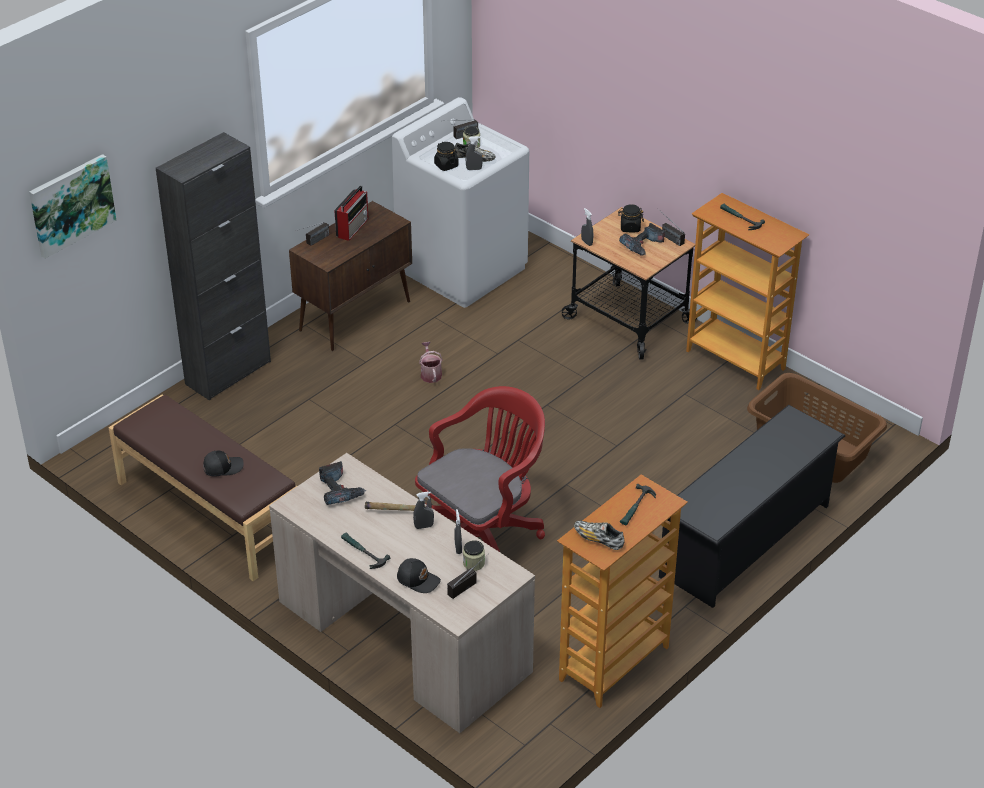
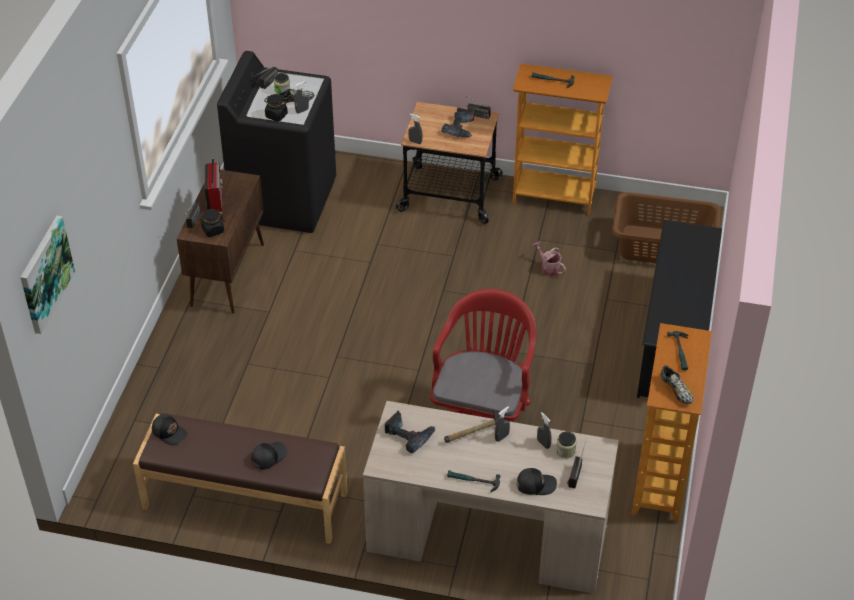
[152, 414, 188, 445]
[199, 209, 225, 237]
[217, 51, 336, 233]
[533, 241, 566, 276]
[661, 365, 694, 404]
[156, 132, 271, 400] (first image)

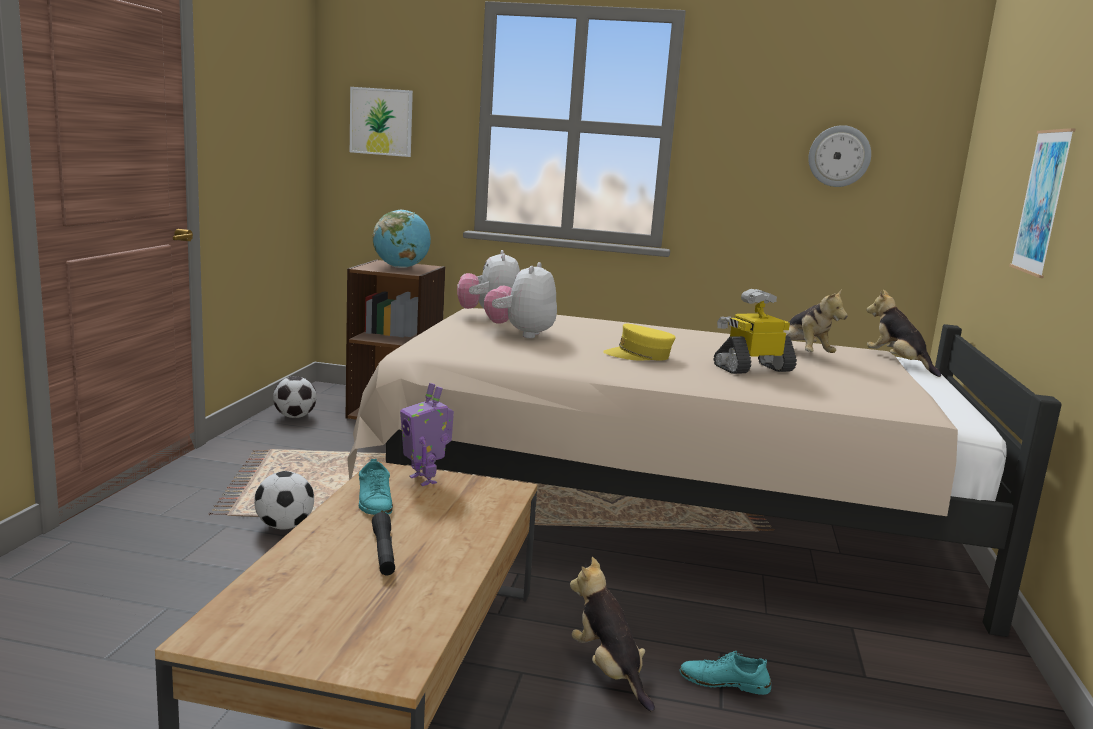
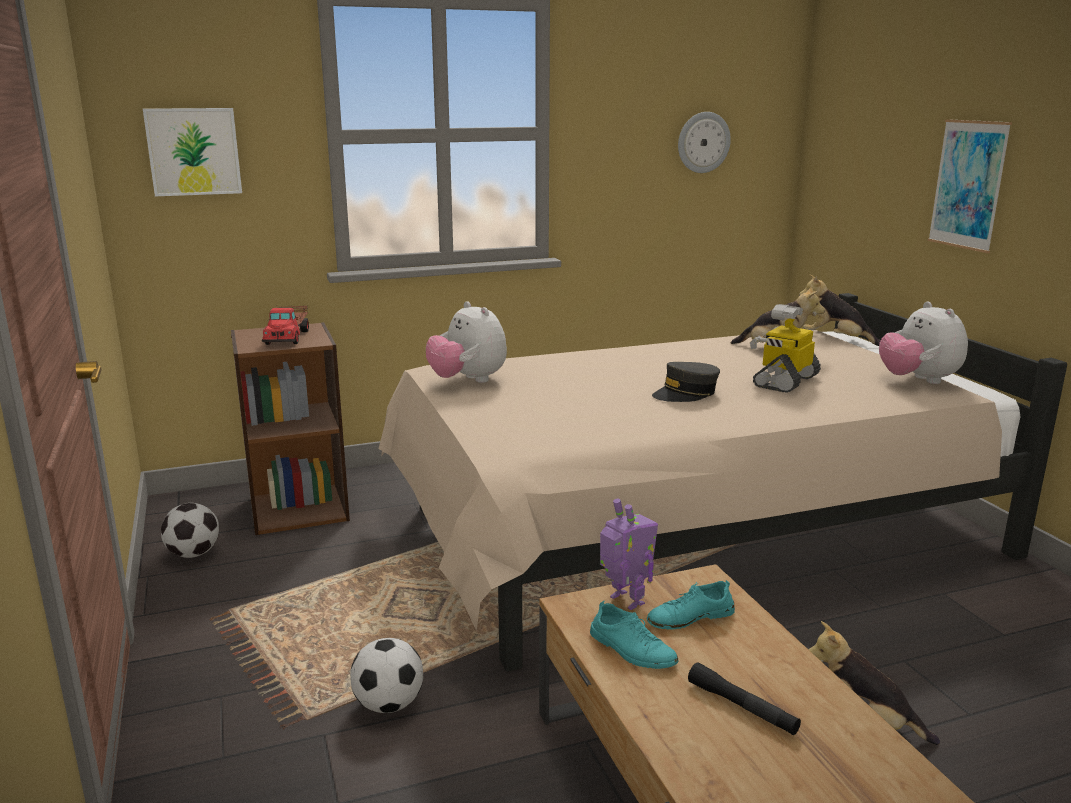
[262, 305, 309, 345]
[600, 498, 658, 610]
[647, 580, 735, 630]
[652, 362, 720, 402]
[879, 302, 968, 384]

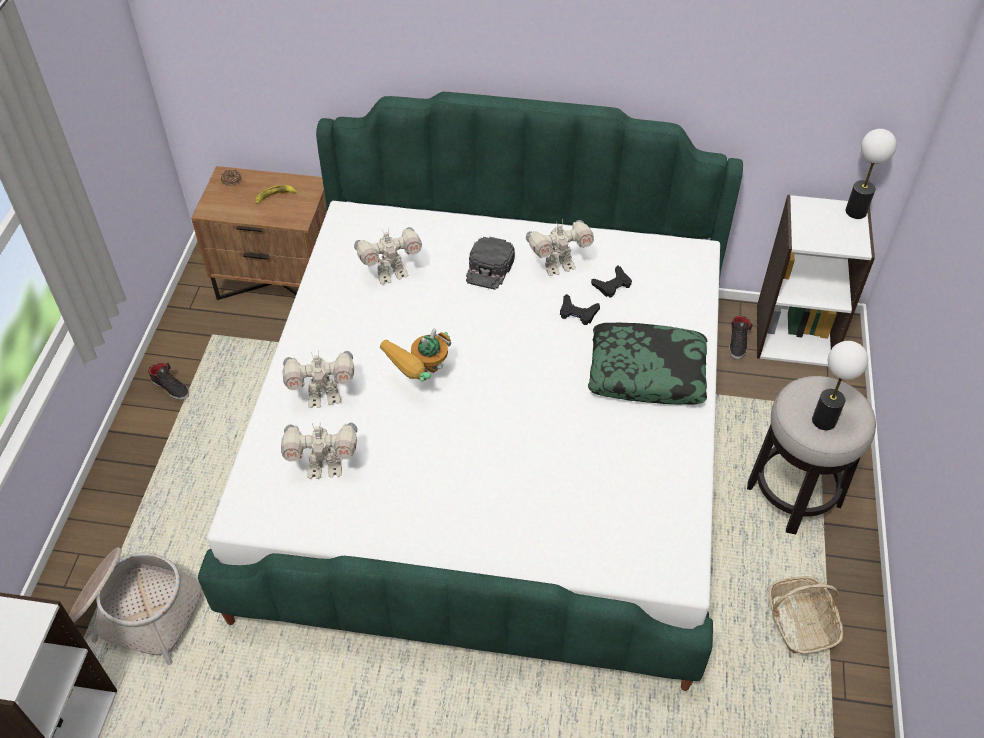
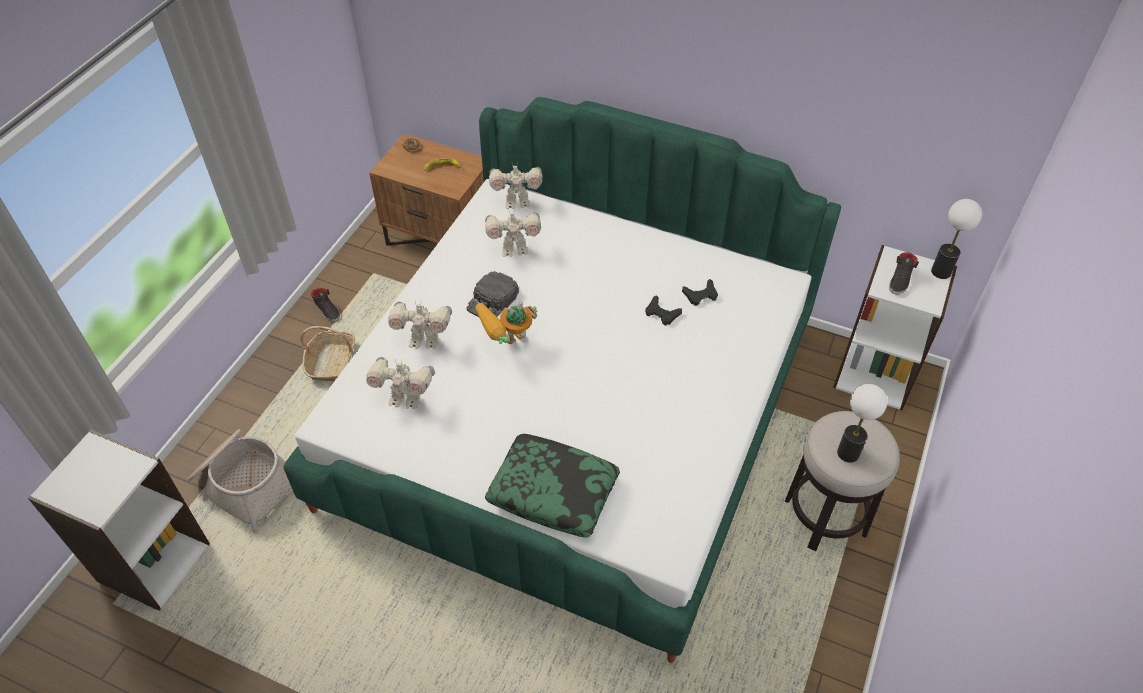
[300, 326, 355, 381]
[466, 271, 519, 317]
[485, 434, 620, 538]
[489, 164, 543, 209]
[889, 252, 919, 295]

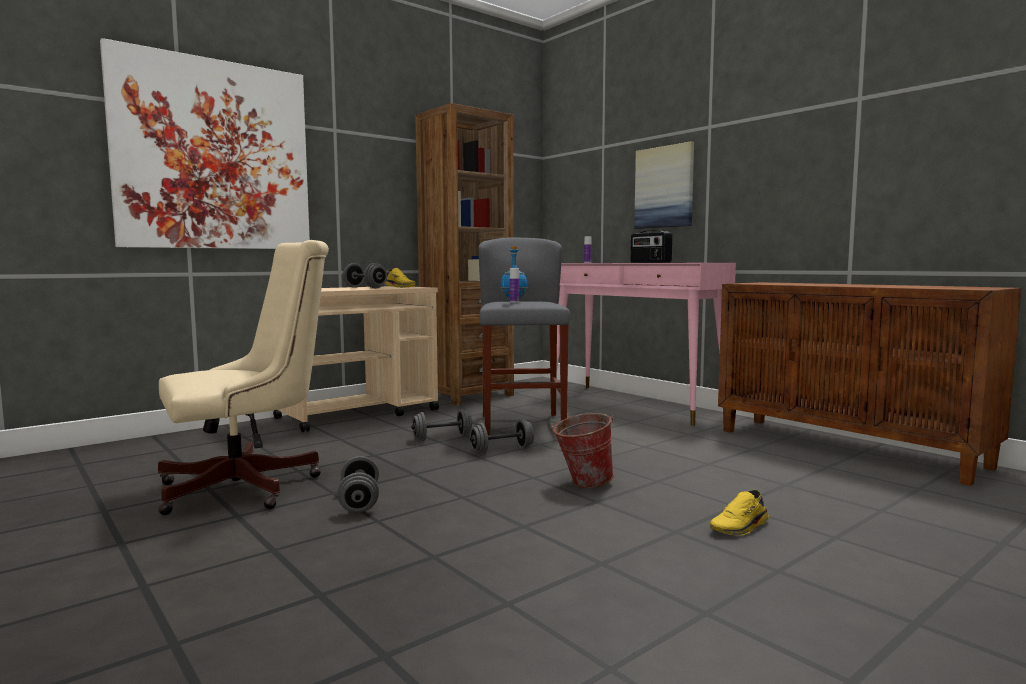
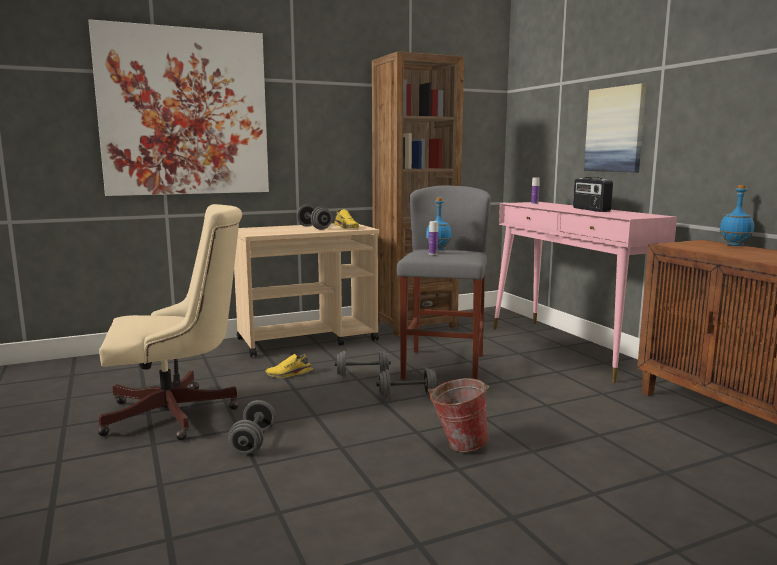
[265, 354, 313, 378]
[719, 185, 754, 246]

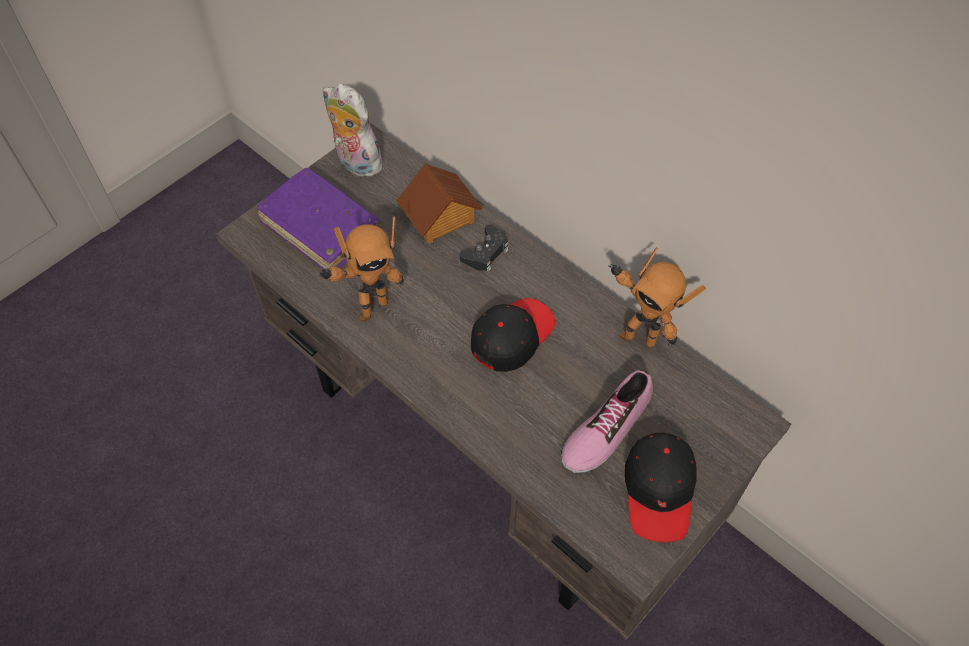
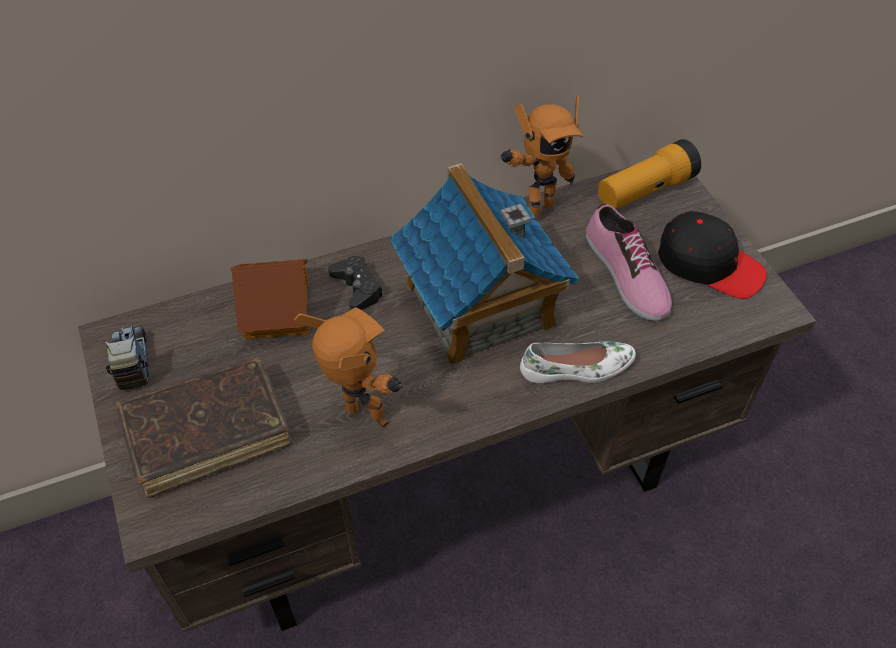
[105, 325, 149, 390]
[116, 357, 291, 498]
[294, 307, 405, 428]
[390, 163, 579, 366]
[520, 341, 636, 383]
[598, 139, 701, 209]

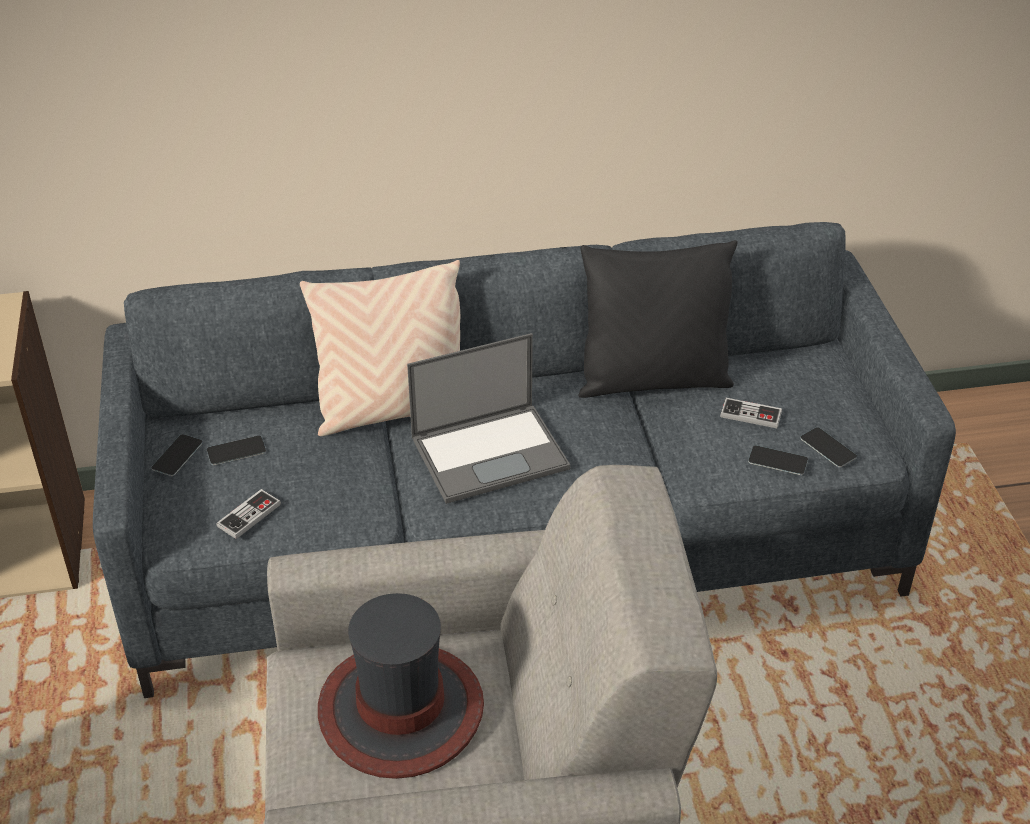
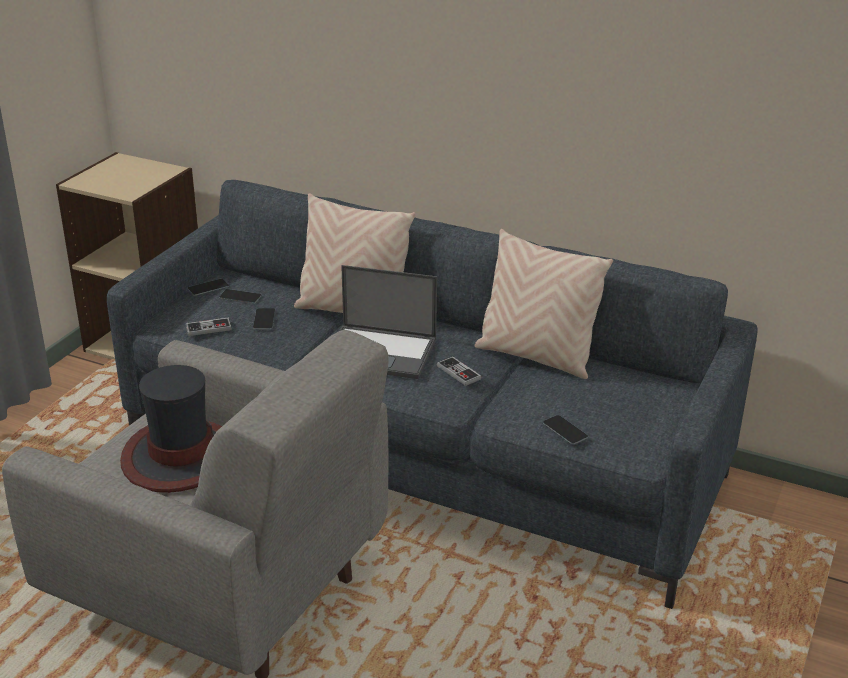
[253, 308, 275, 330]
[437, 356, 481, 386]
[475, 229, 613, 379]

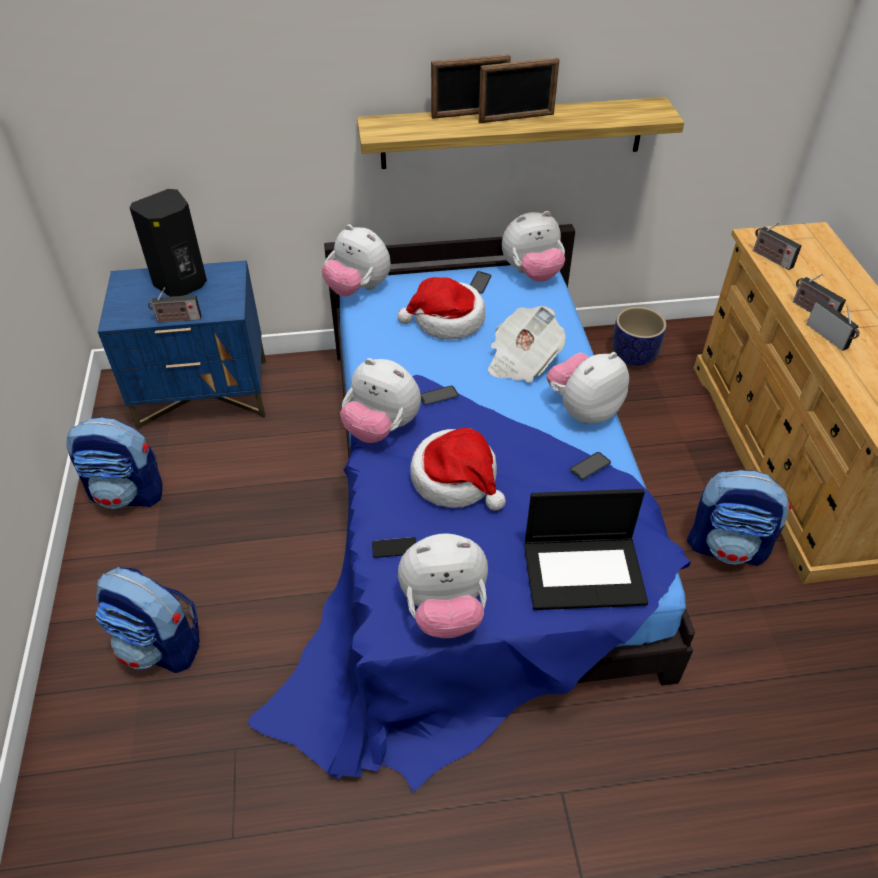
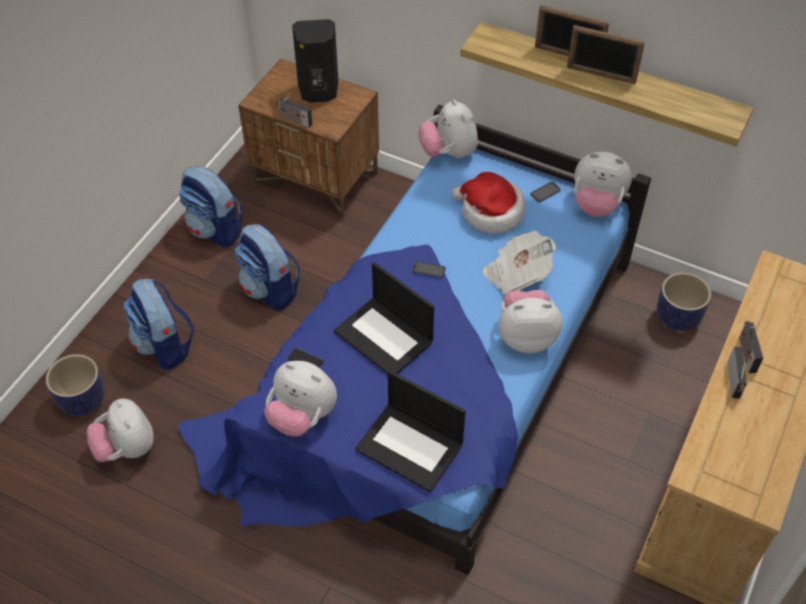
[45, 354, 105, 416]
[87, 398, 154, 462]
[235, 224, 300, 310]
[238, 58, 379, 220]
[334, 262, 434, 374]
[570, 452, 611, 480] (first image)
[753, 222, 802, 270] (first image)

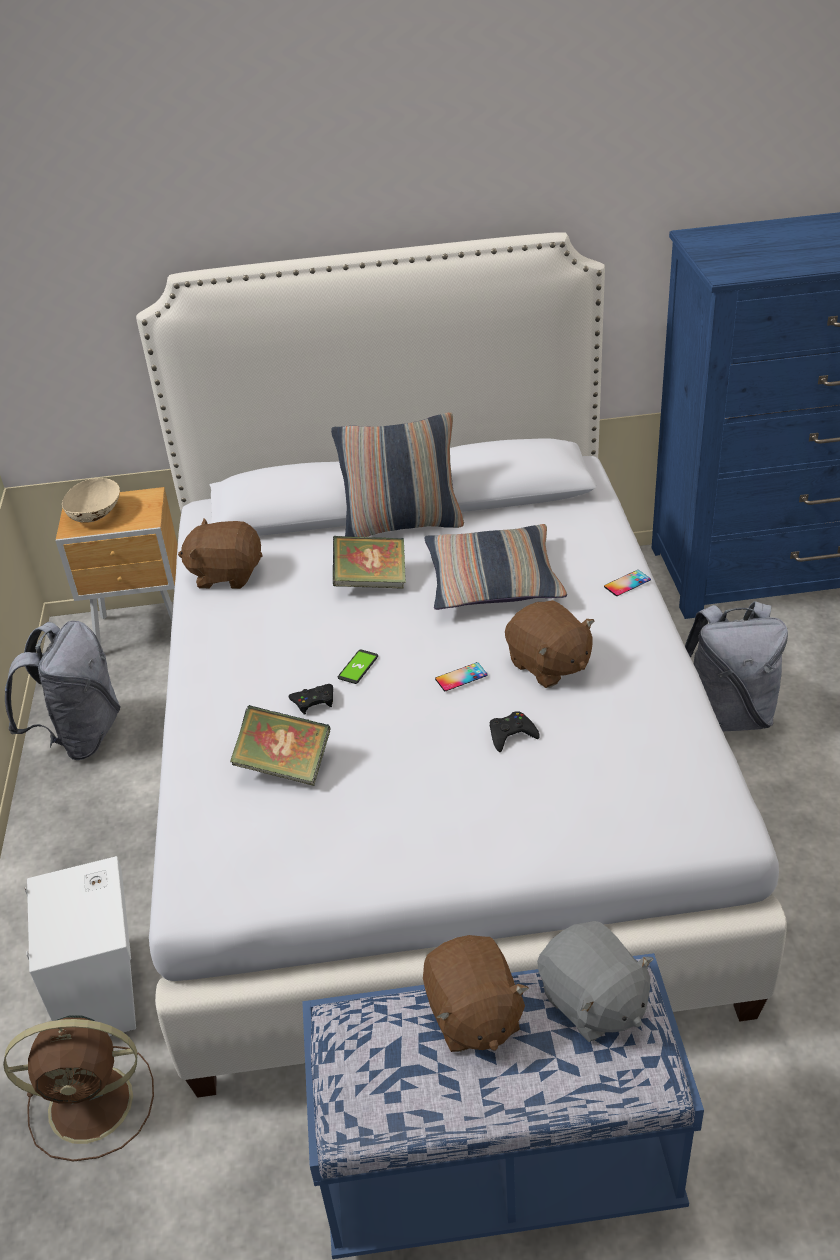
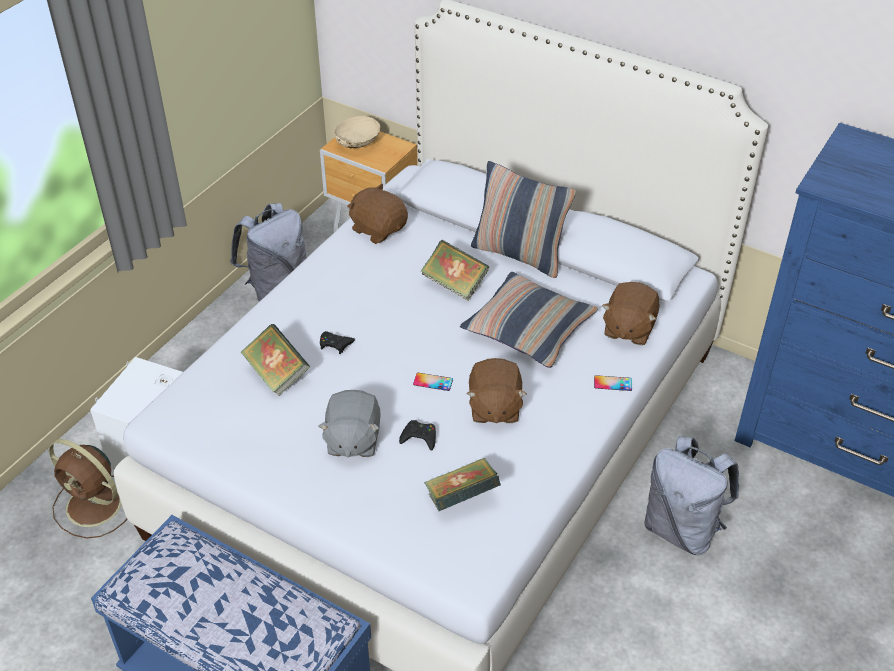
[318, 390, 380, 457]
[424, 458, 501, 511]
[602, 282, 660, 345]
[338, 649, 378, 684] (first image)

